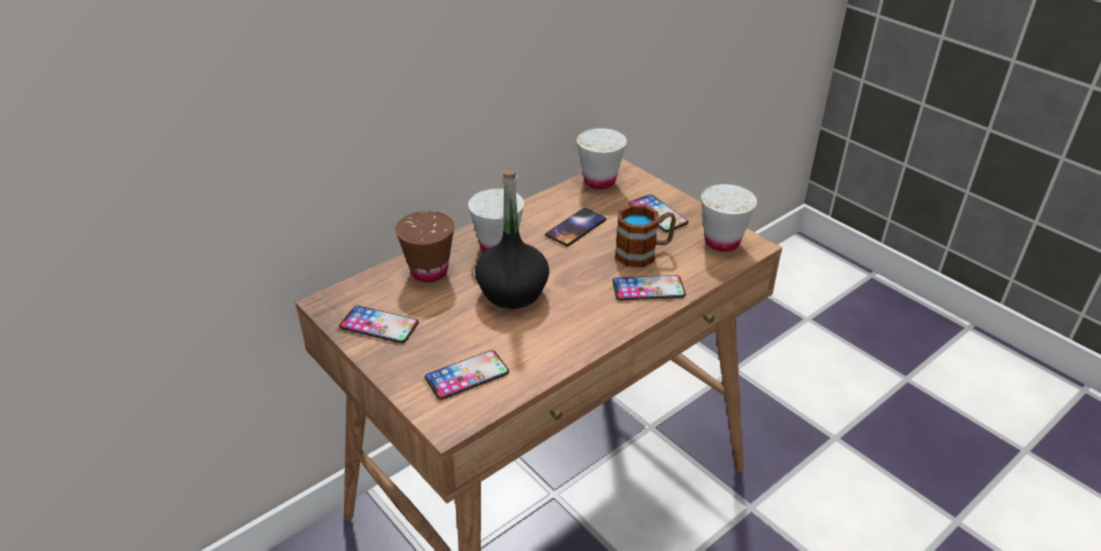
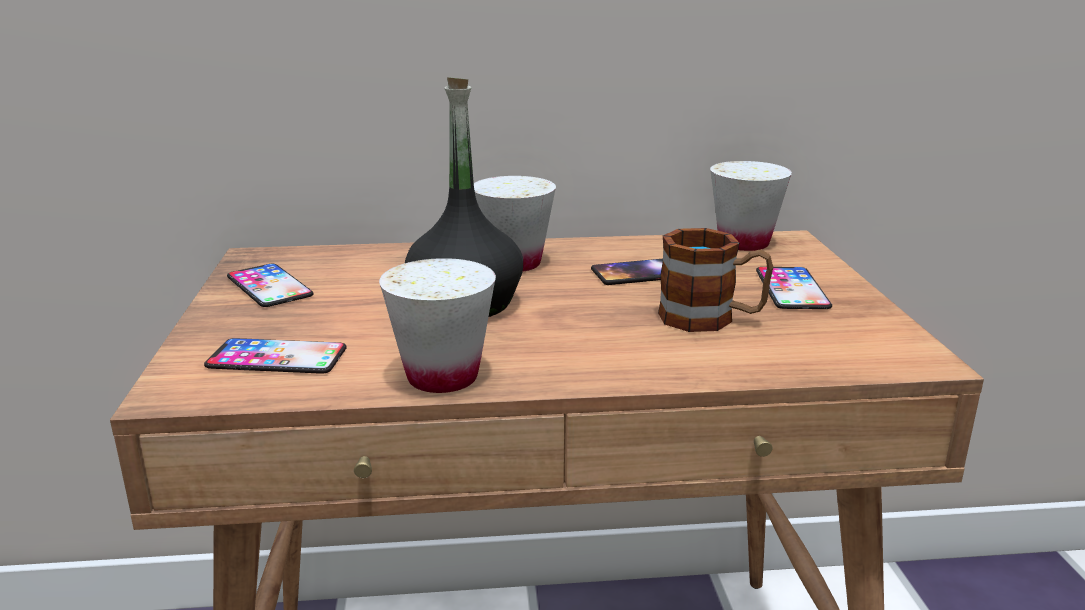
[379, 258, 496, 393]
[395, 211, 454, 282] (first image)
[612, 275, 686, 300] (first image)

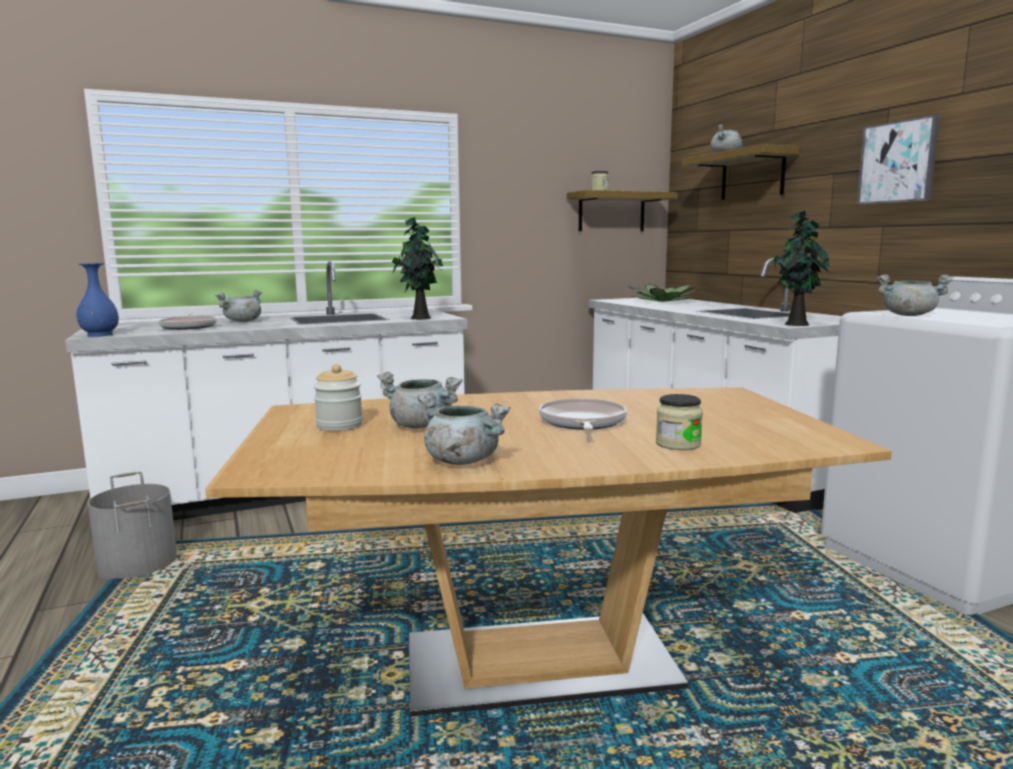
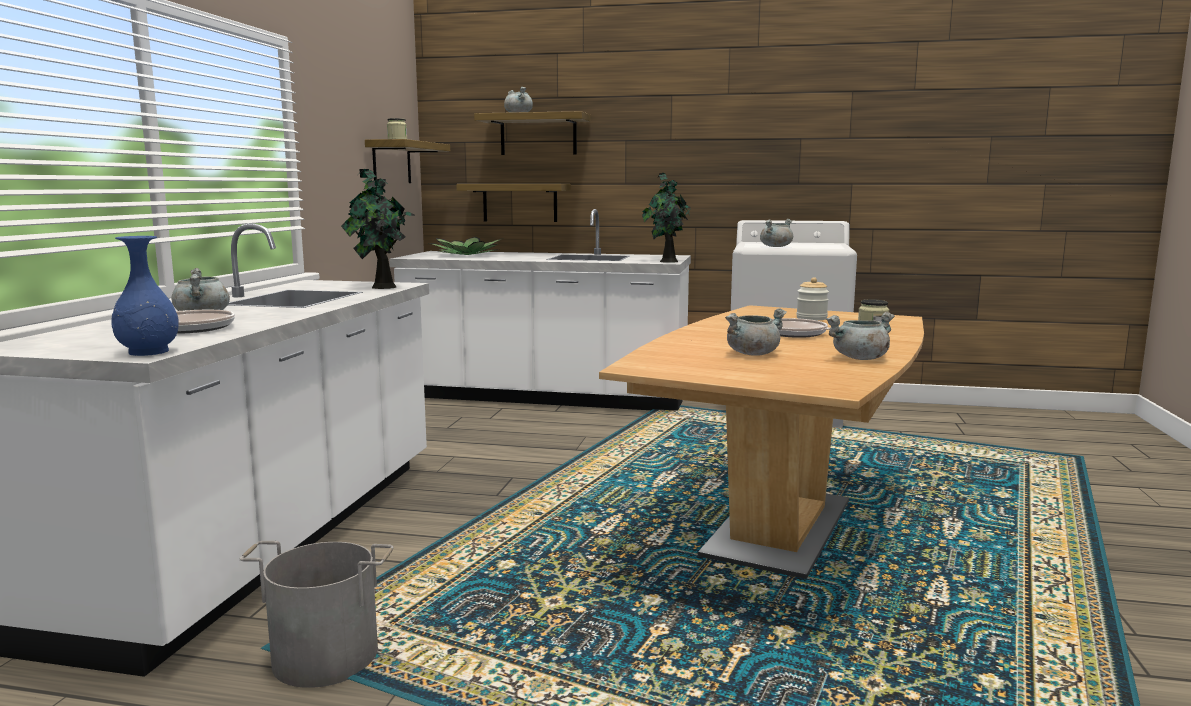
[456, 184, 571, 222]
[796, 277, 829, 321]
[857, 115, 940, 204] (first image)

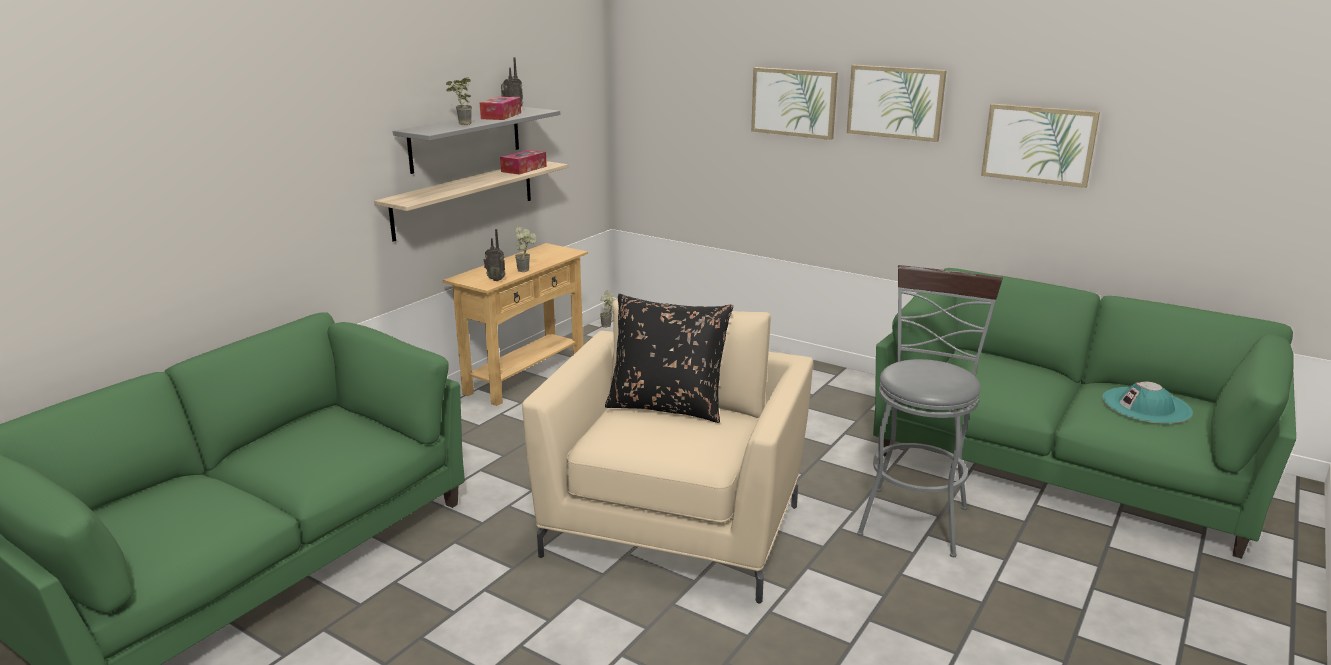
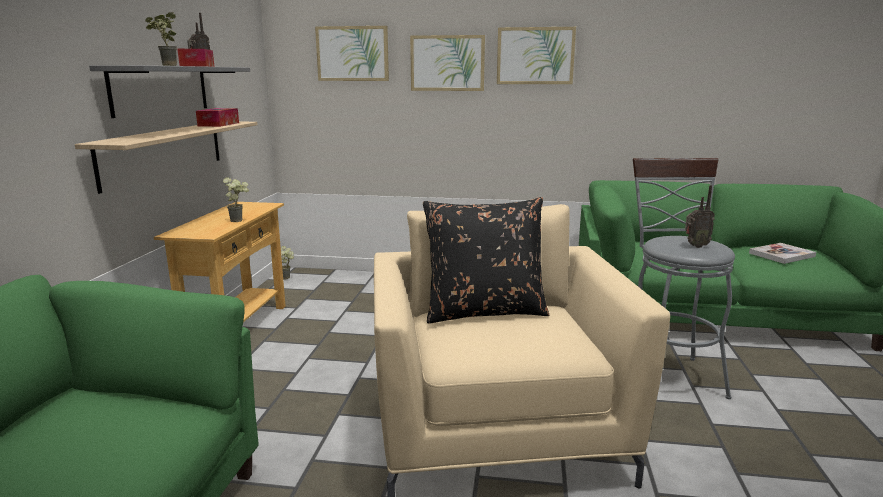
[315, 26, 389, 81]
[685, 185, 715, 248]
[749, 243, 816, 264]

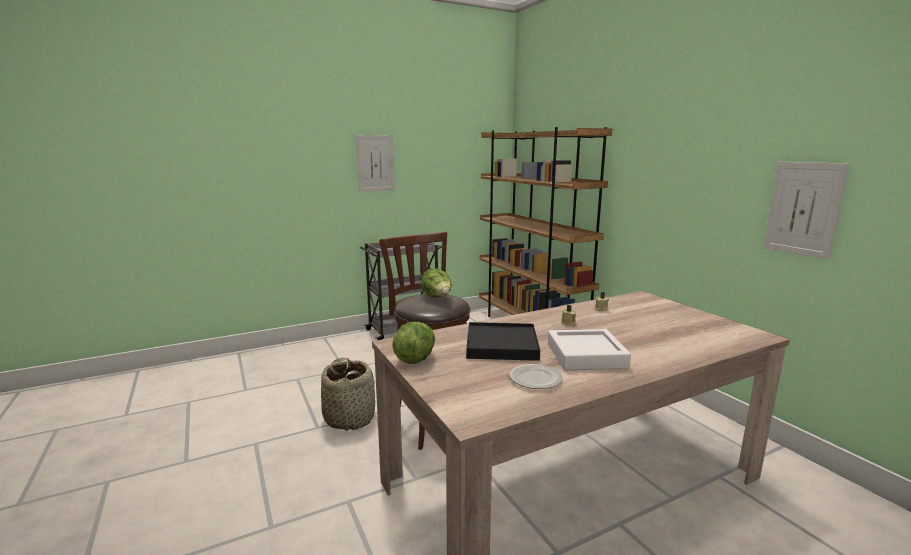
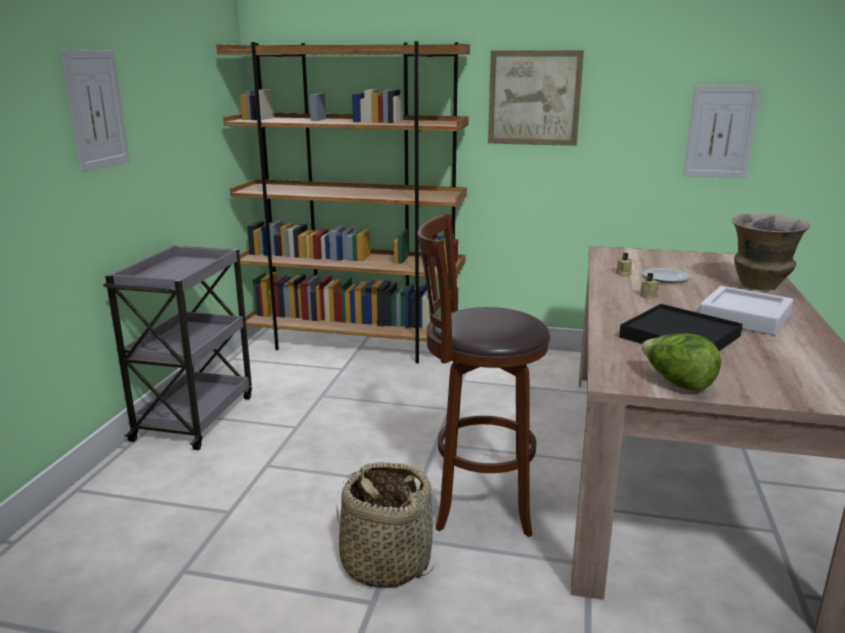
[488, 50, 584, 146]
[643, 268, 690, 283]
[732, 213, 810, 291]
[421, 268, 452, 298] (first image)

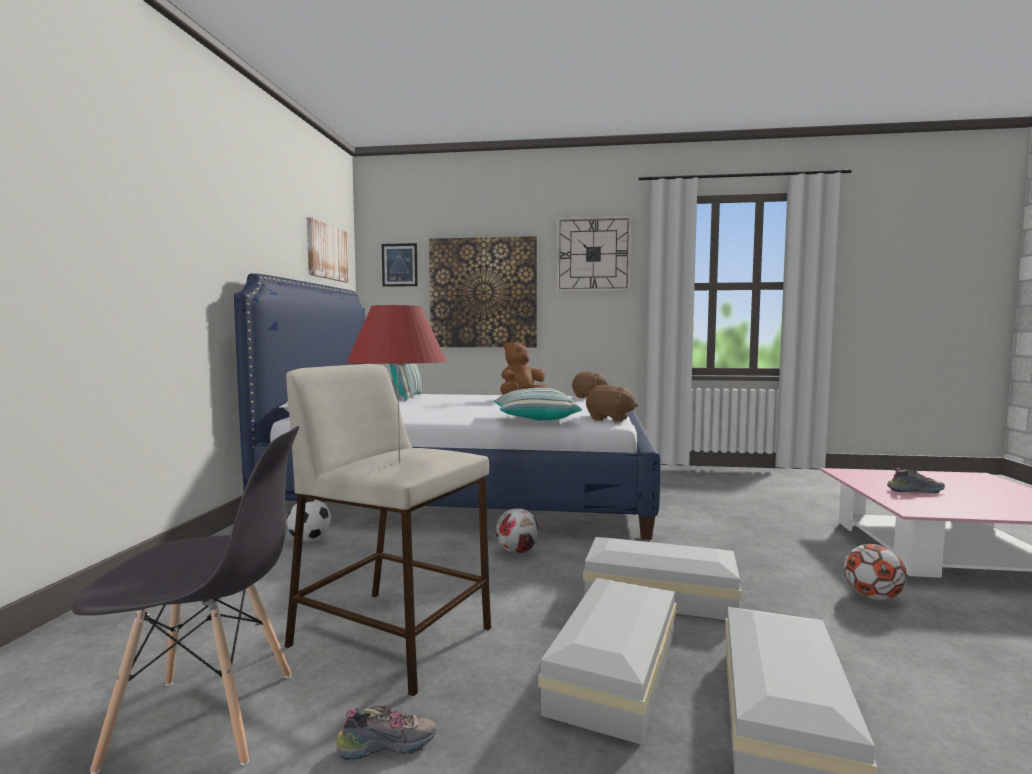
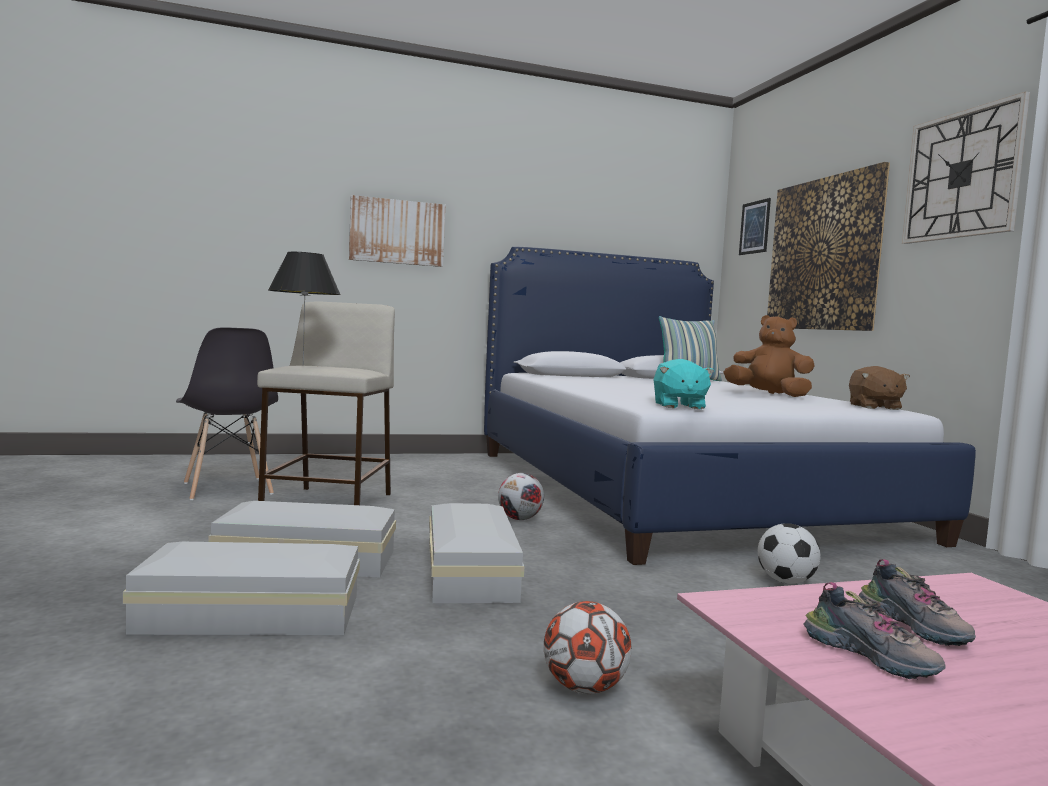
[268, 252, 341, 365]
[349, 195, 445, 267]
[654, 359, 714, 409]
[758, 523, 821, 584]
[803, 582, 946, 680]
[494, 388, 582, 421] (first image)

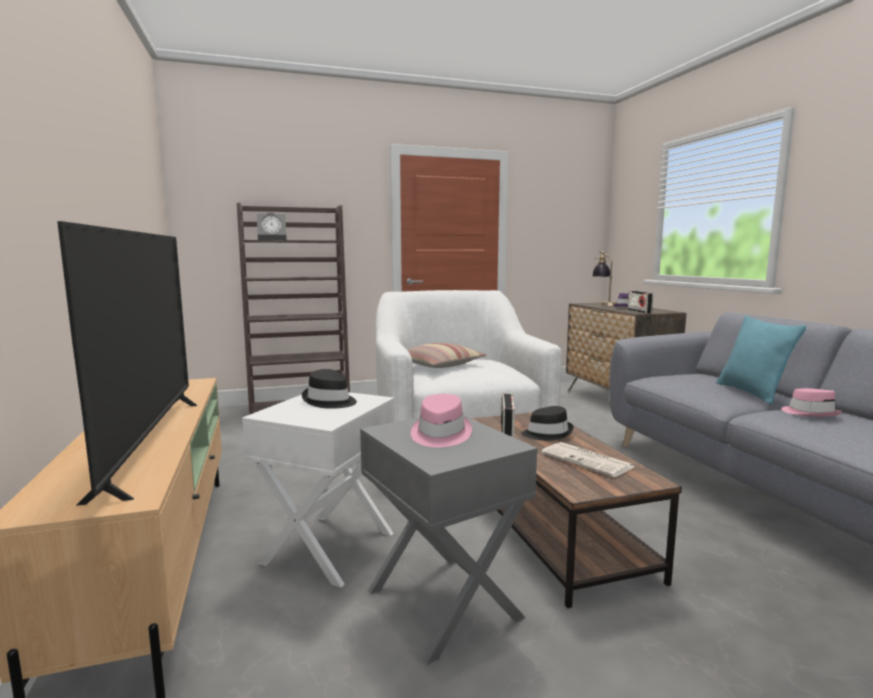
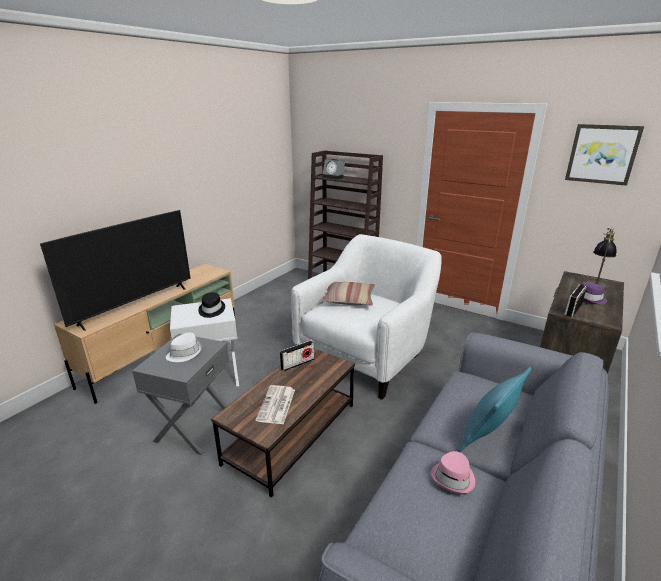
[166, 333, 202, 362]
[565, 124, 644, 186]
[521, 406, 574, 441] (first image)

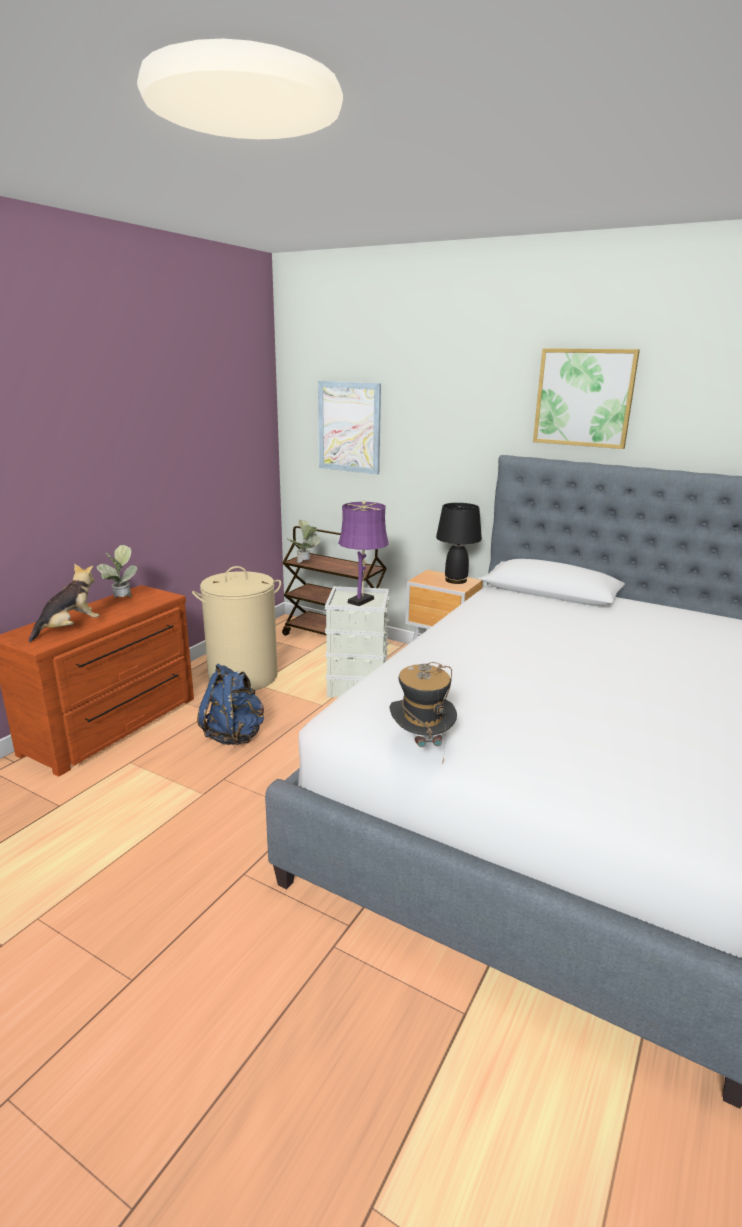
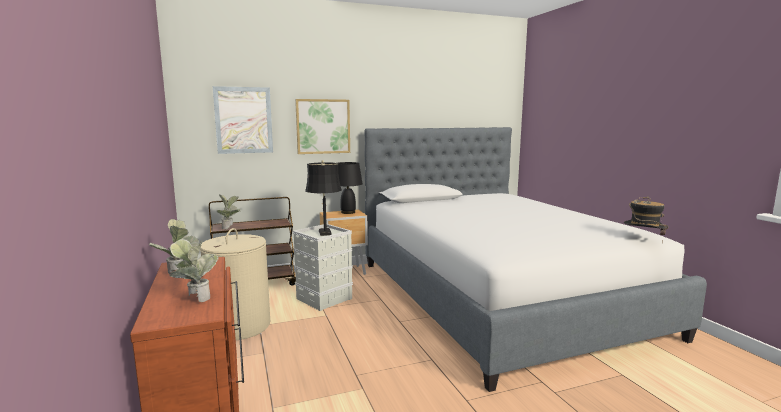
[169, 239, 218, 302]
[295, 99, 350, 154]
[305, 160, 342, 236]
[624, 196, 668, 243]
[197, 664, 264, 745] (first image)

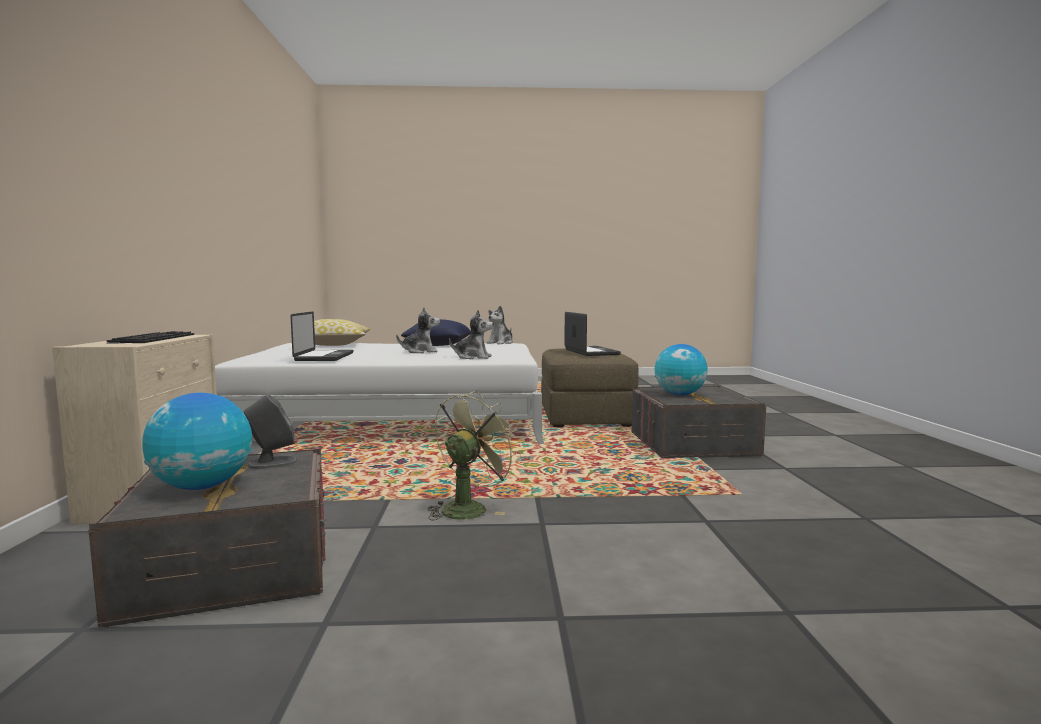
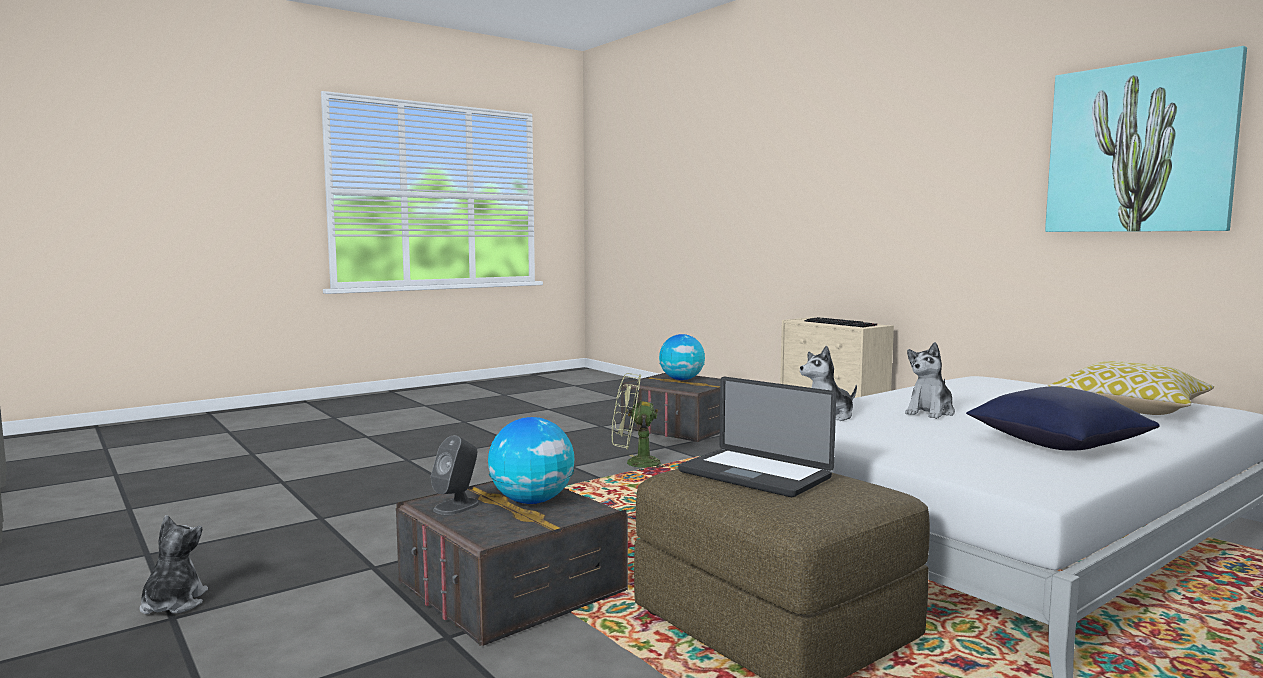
[139, 515, 208, 614]
[431, 435, 480, 515]
[612, 373, 666, 471]
[1045, 46, 1247, 232]
[291, 311, 353, 361] (first image)

